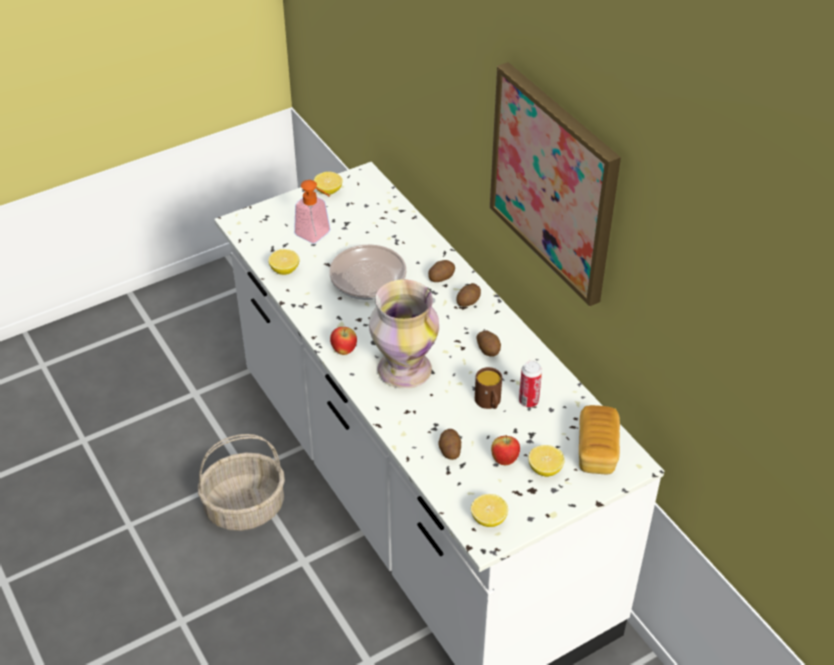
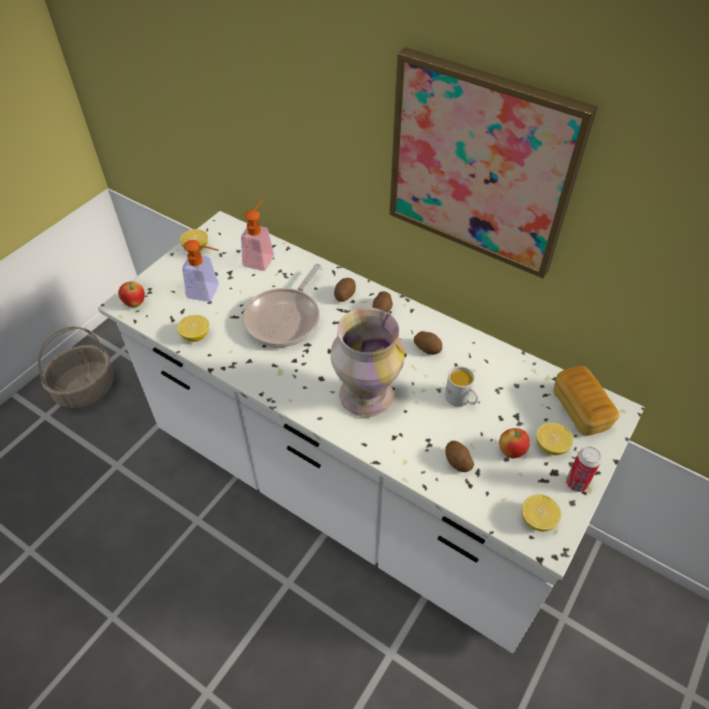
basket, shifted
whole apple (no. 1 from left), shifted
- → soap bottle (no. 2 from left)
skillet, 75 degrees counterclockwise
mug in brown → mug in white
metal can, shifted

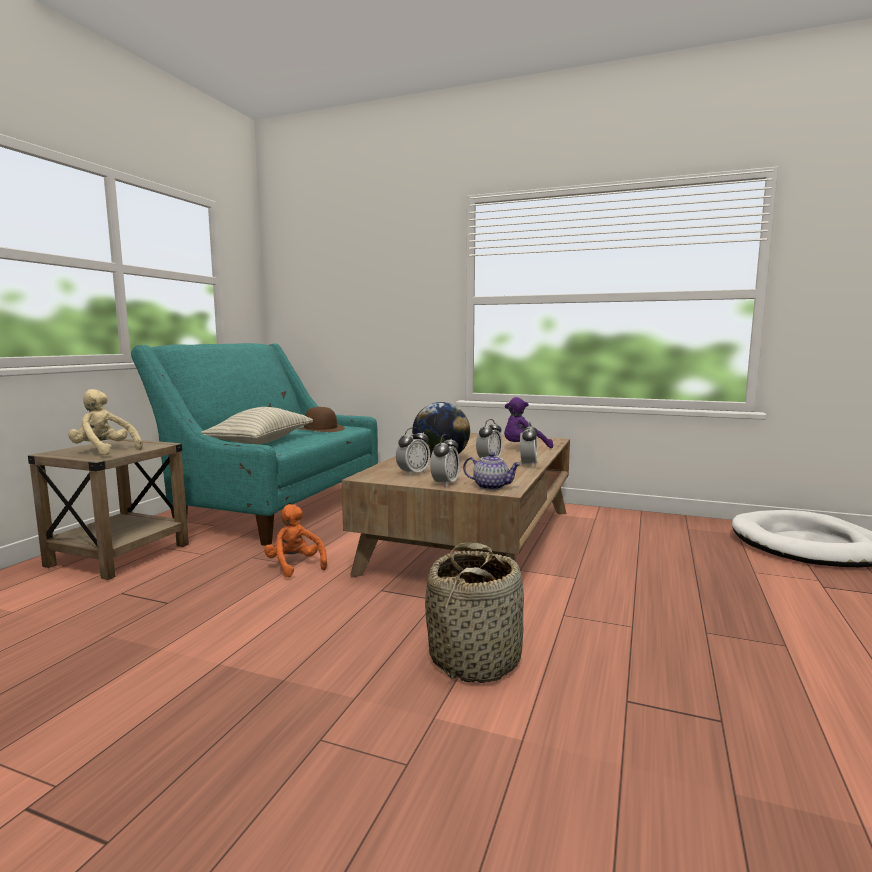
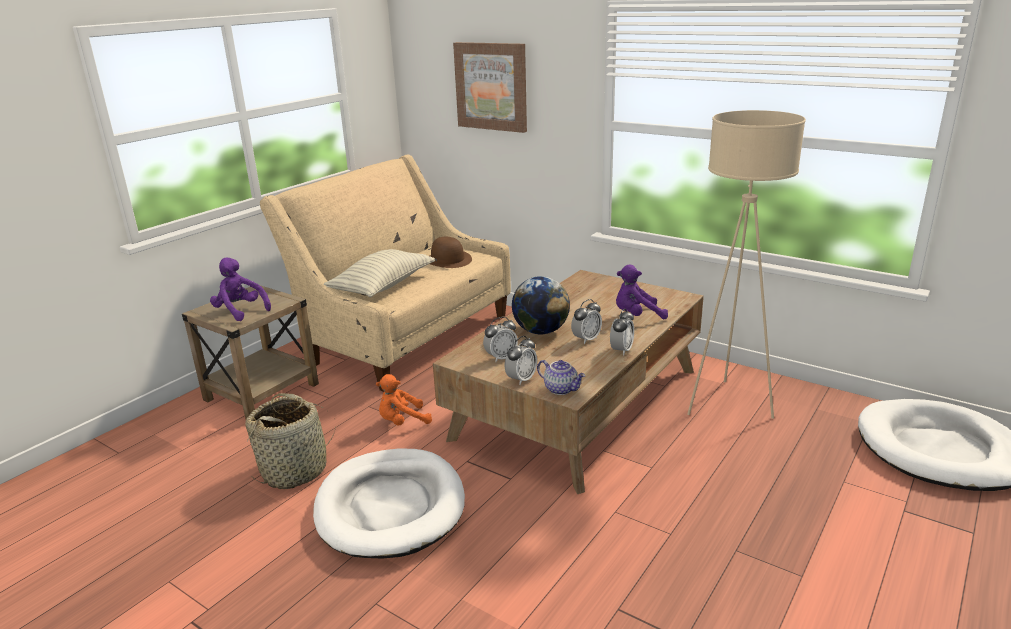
cuddly toy in beige → cuddly toy in purple-coloured (no. 1 from left)
basket, shifted
settee in turquoise-coloured → settee in beige
- → pet bed in white (no. 1 from left)
cuddly toy in orange, 90 degrees counterclockwise
- → picture
- → standing lamp in beige

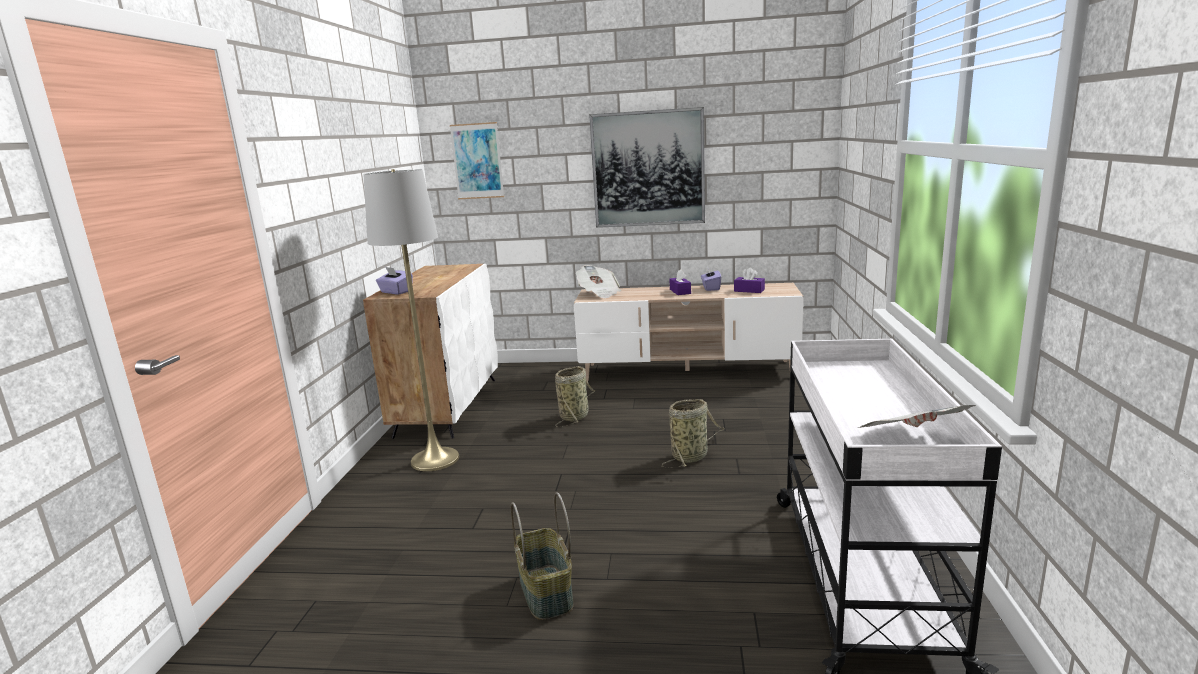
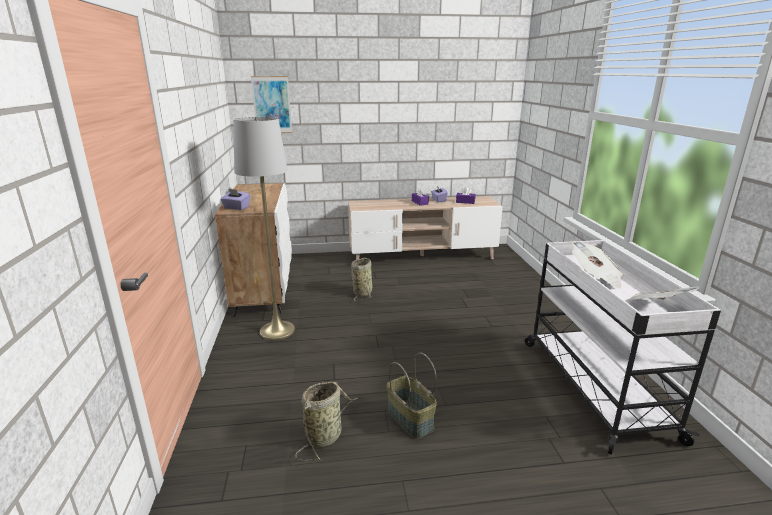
basket (no. 3 from left in the first image) → basket (no. 1 from left), shifted
daily paper (no. 1 from left), shifted
picture (no. 2 from left) → -

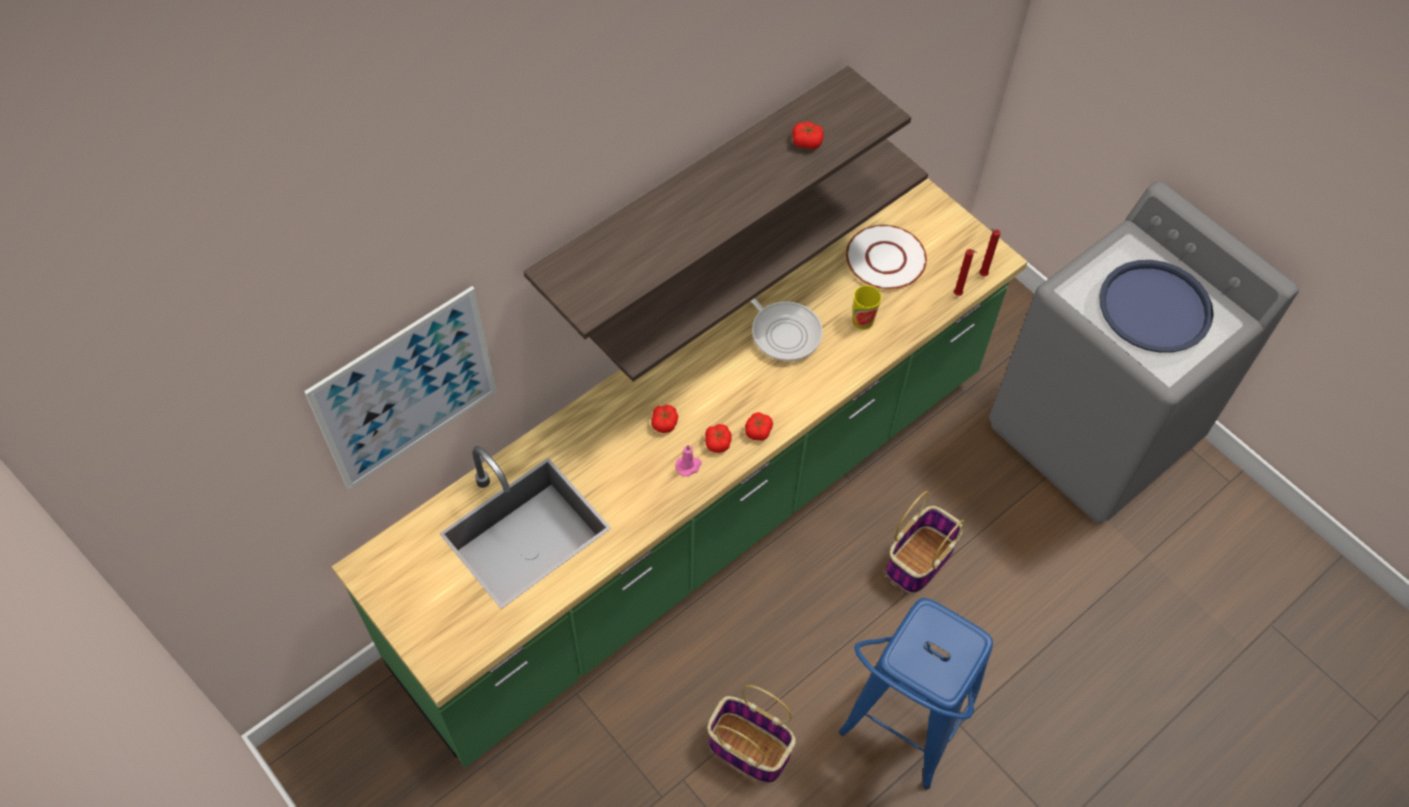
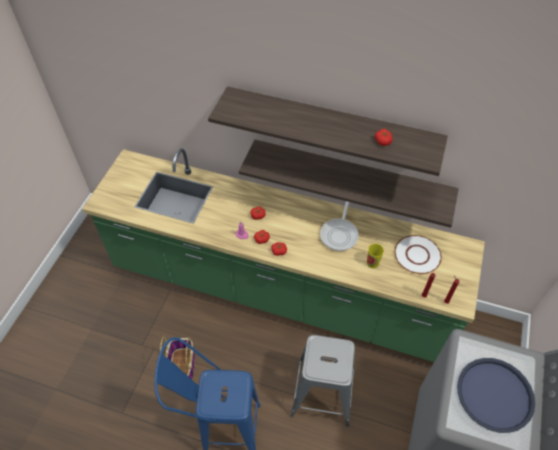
basket (no. 2 from left) → sitting stool in gray
picture → -

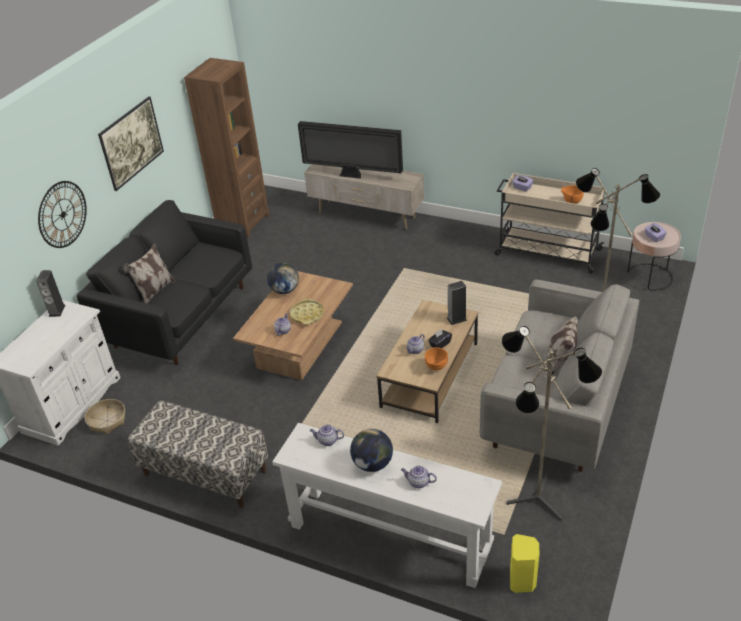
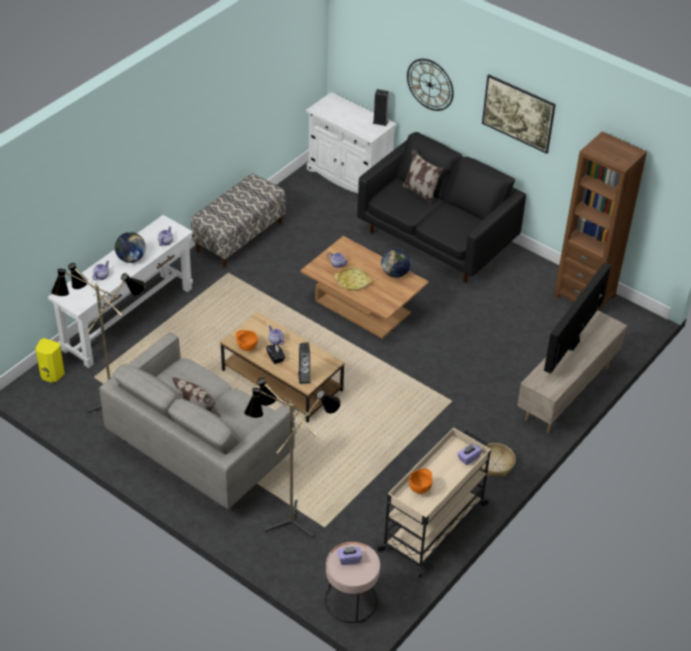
basket, shifted

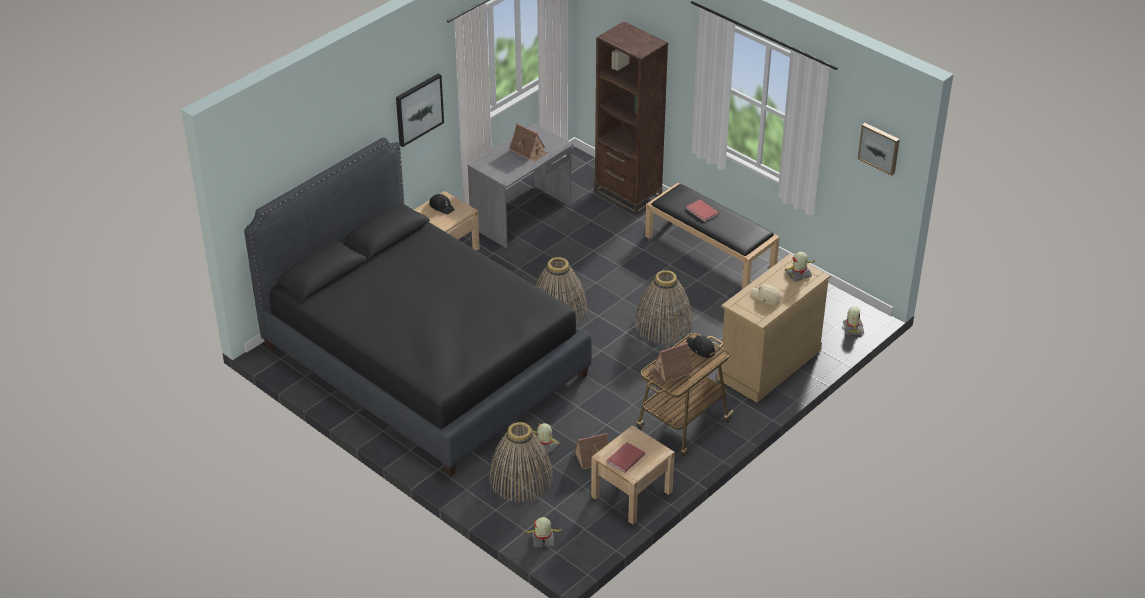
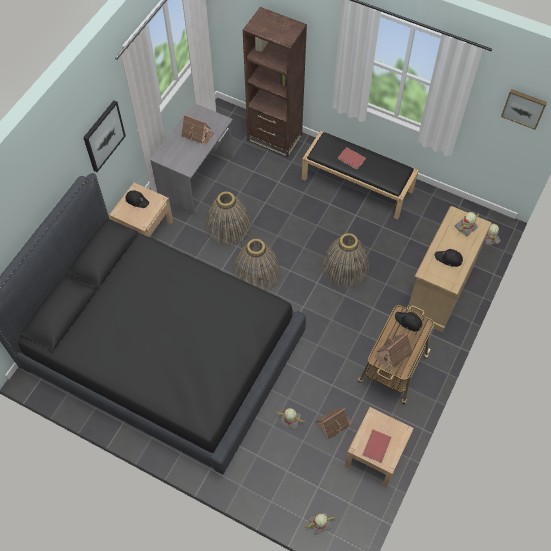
basket (no. 1 from left), shifted
cap in beige → cap in black-coloured (no. 3 from left)

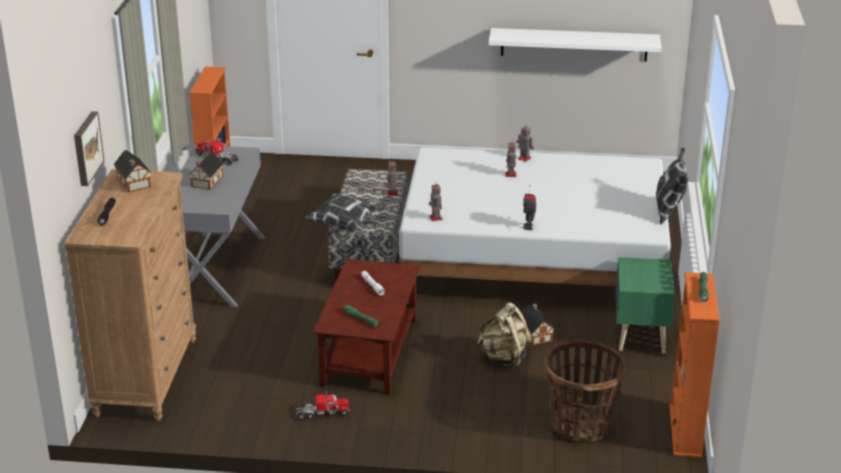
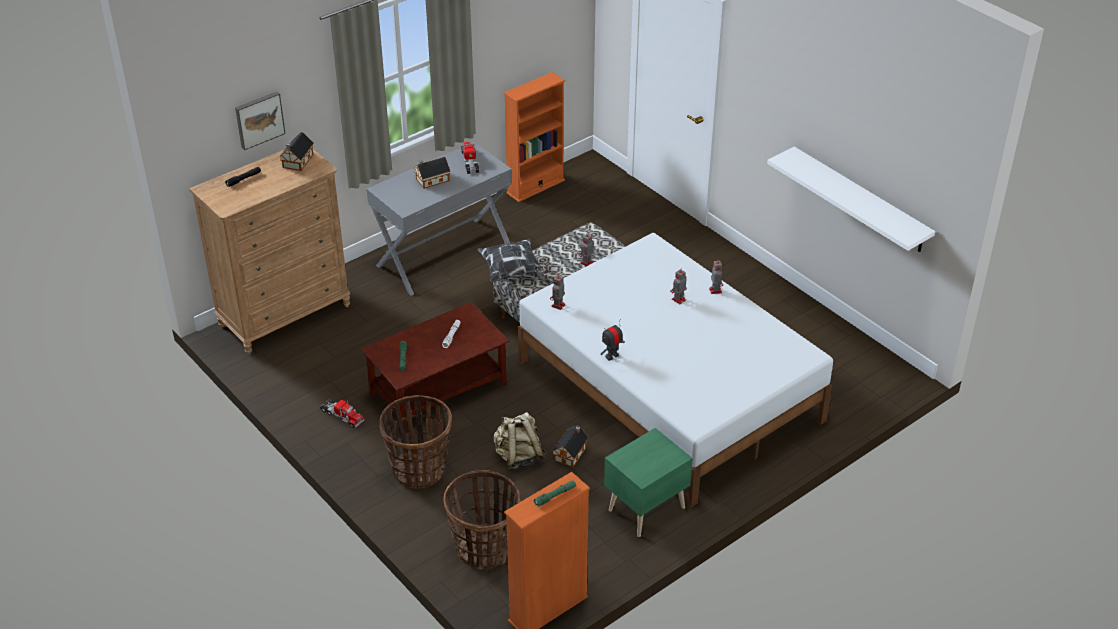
- → basket (no. 1 from left)
throw pillow (no. 2 from left) → -

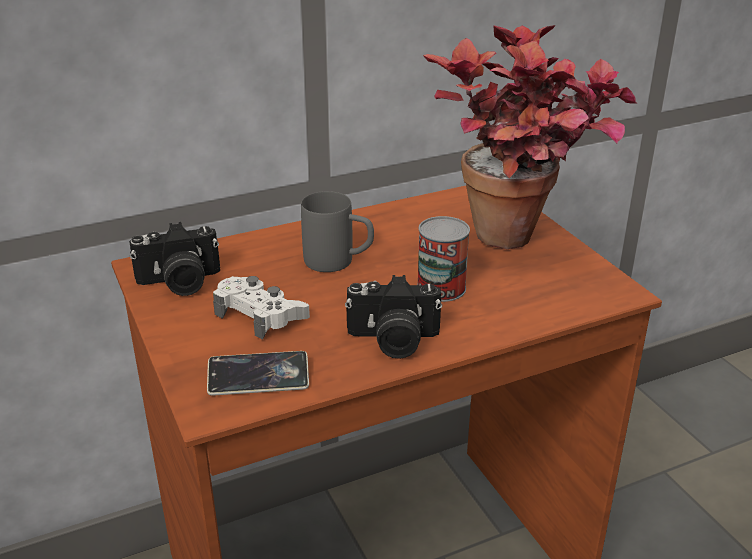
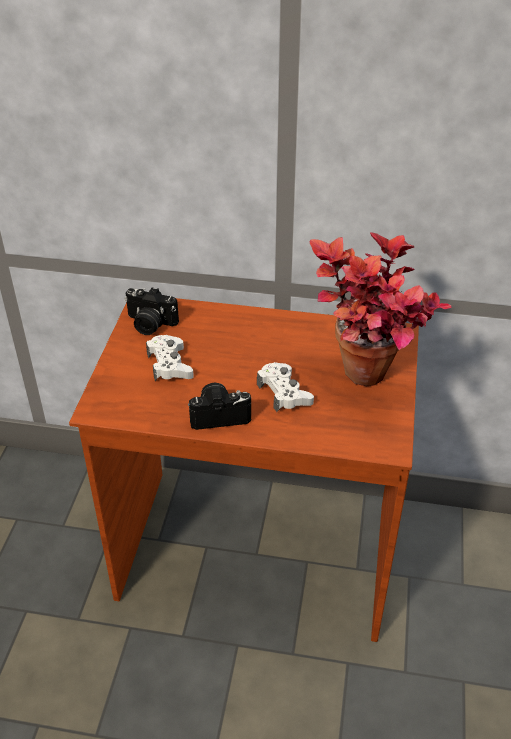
photo camera (no. 2 from left), 135 degrees clockwise
metal can → joypad in white (no. 2 from left)
telephone → -
mug in gray → -

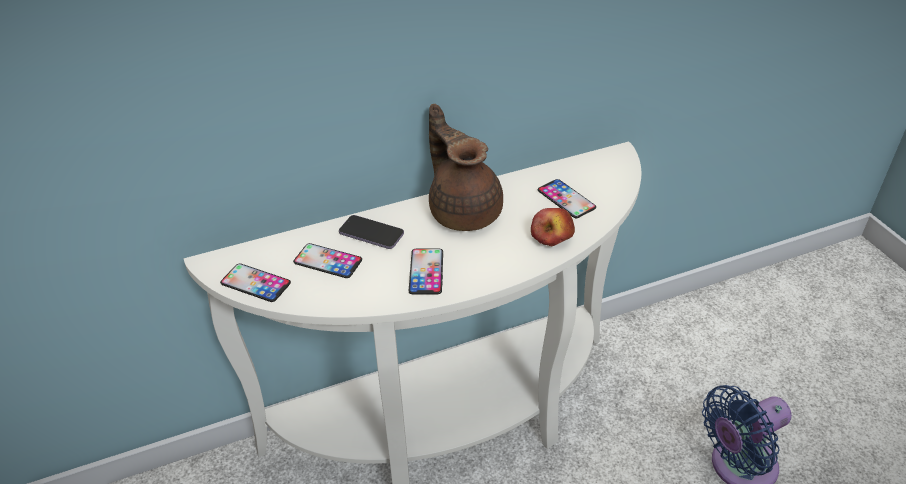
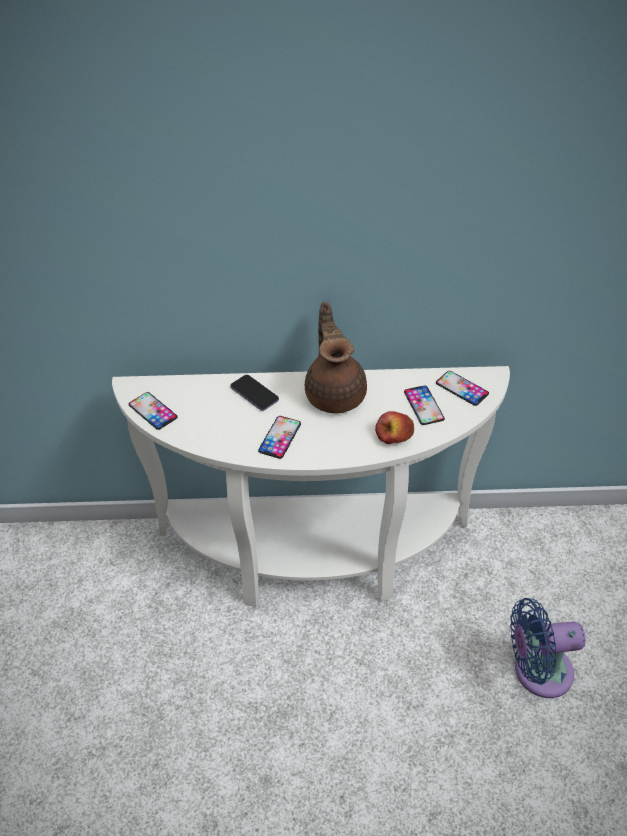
telephone (no. 2 from left in the first image) → telephone (no. 5 from left), shifted

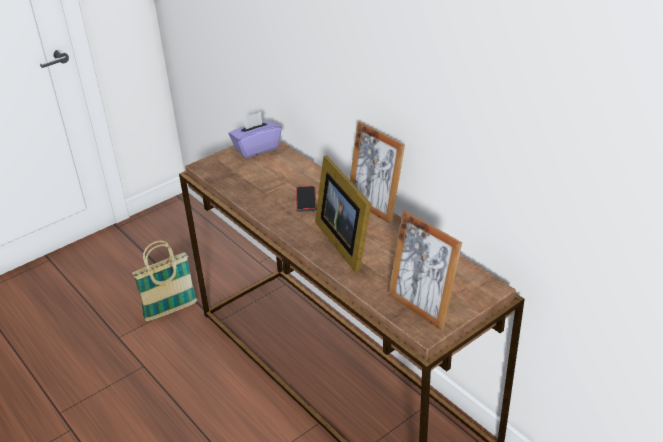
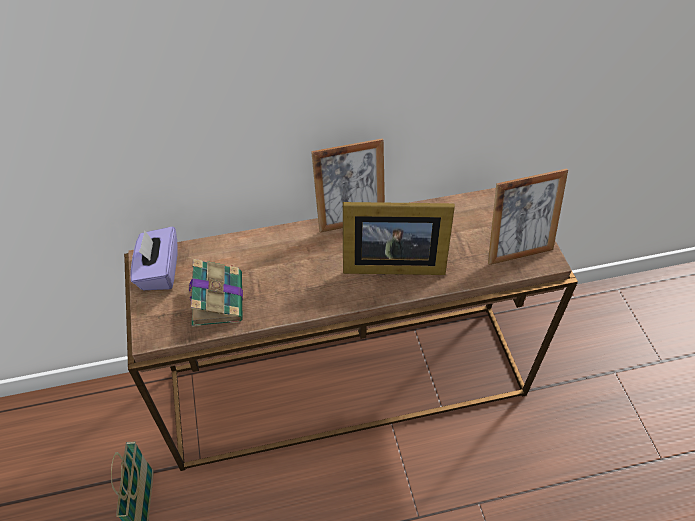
- → volume
telephone → -

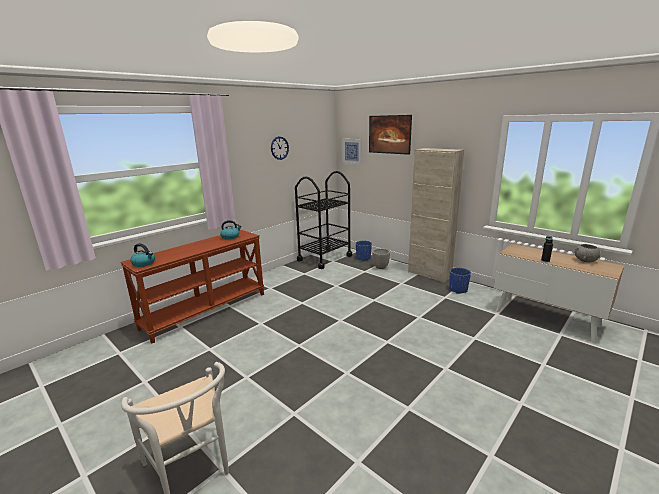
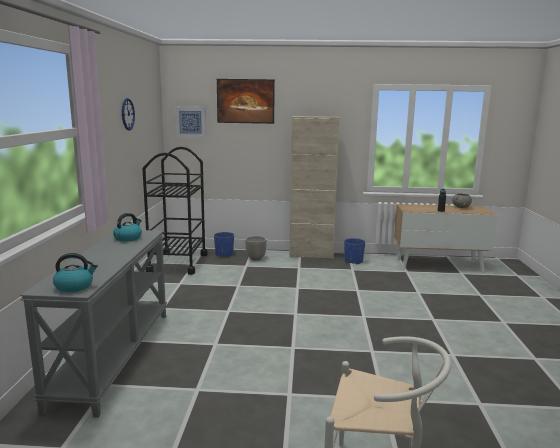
narrow table in brown → narrow table in gray

